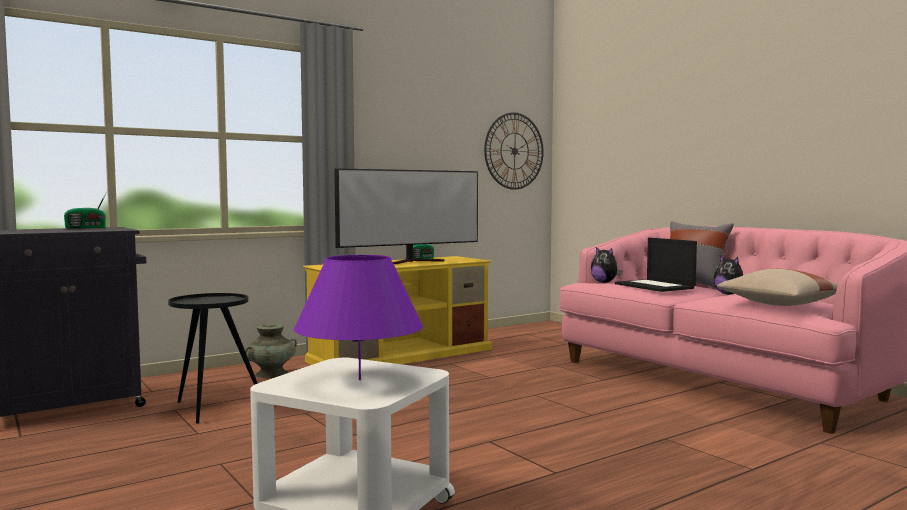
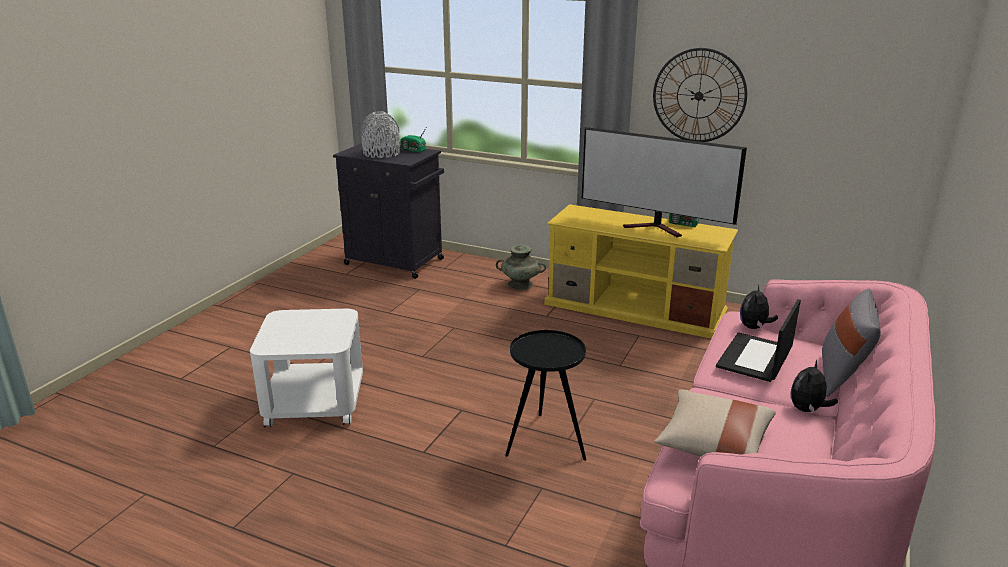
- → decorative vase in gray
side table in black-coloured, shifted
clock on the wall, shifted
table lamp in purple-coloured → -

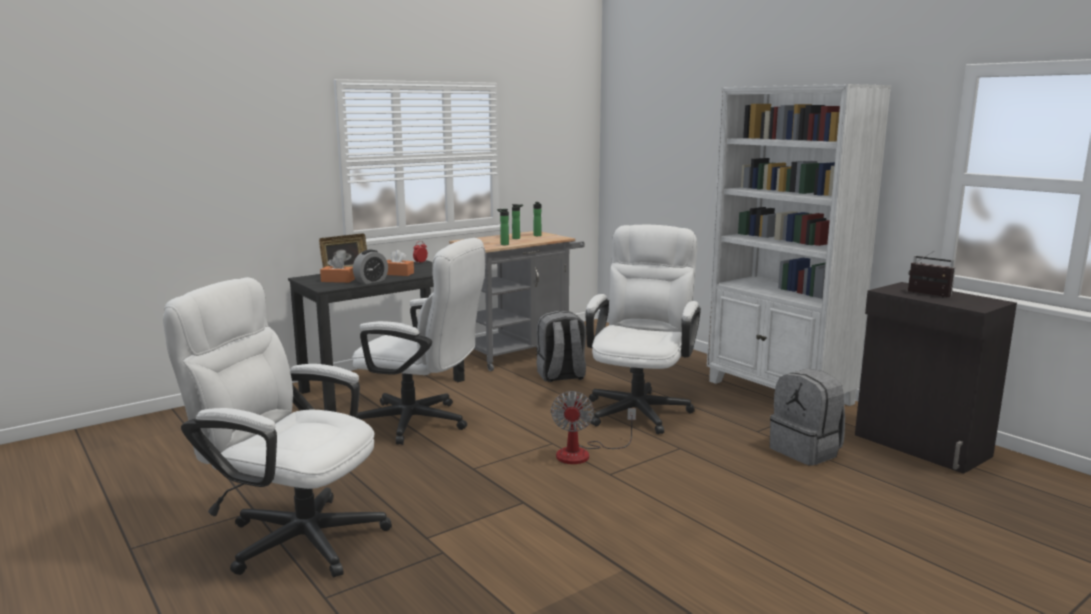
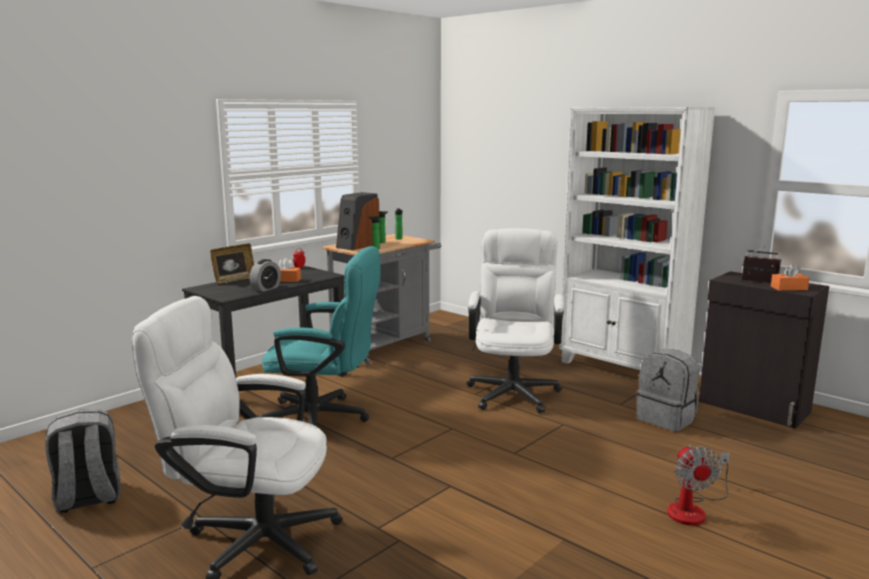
rucksack in gray (no. 1 from left), shifted
computer chair in white (no. 2 from left) → computer chair in turquoise-coloured
- → audio speaker
fan, shifted
tissue holder in orange (no. 1 from left in the first image) → tissue holder in orange (no. 2 from left), shifted

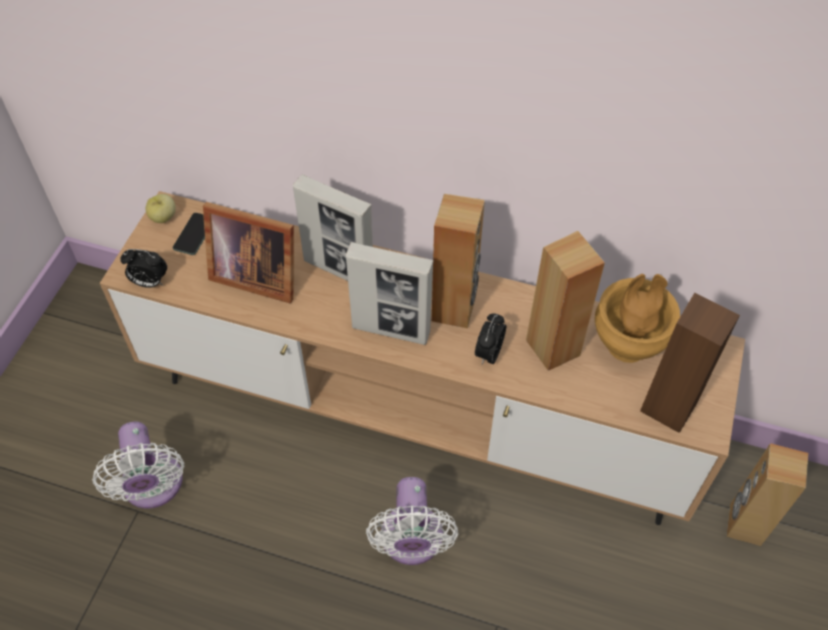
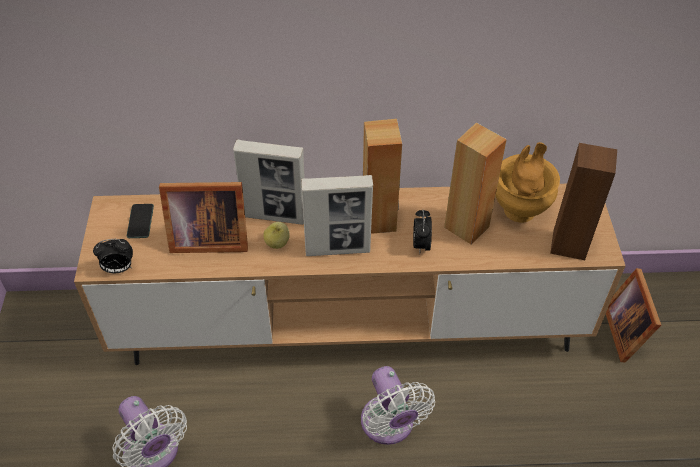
whole apple, shifted
audio speaker in brown (no. 4 from left) → standing frame (no. 4 from left)

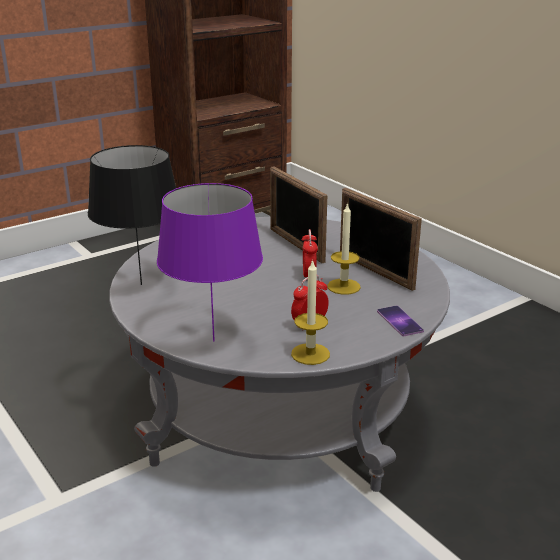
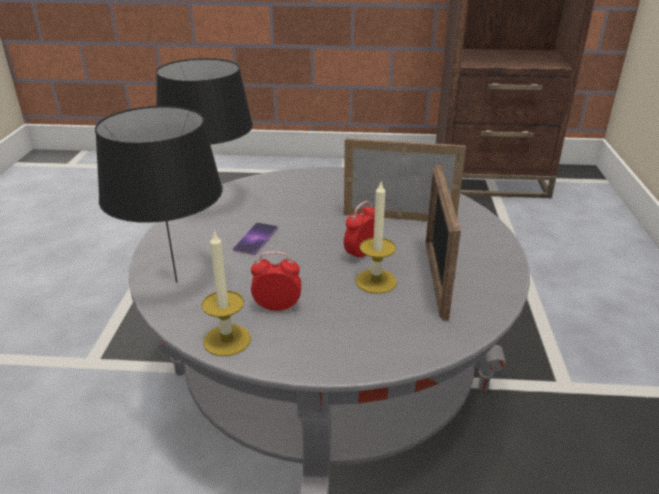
table lamp in purple-coloured → table lamp in black-coloured (no. 1 from left)
telephone, shifted
standing frame (no. 1 from left), 90 degrees clockwise

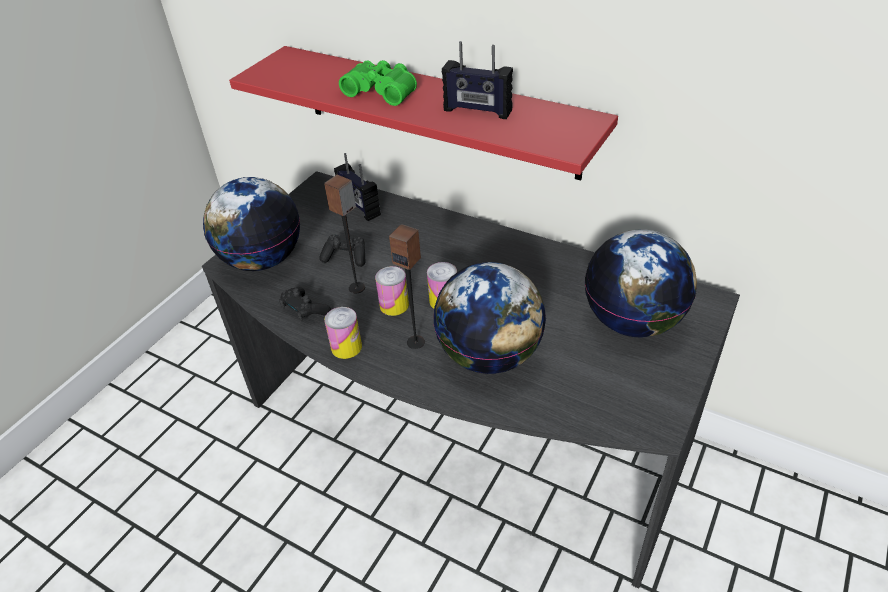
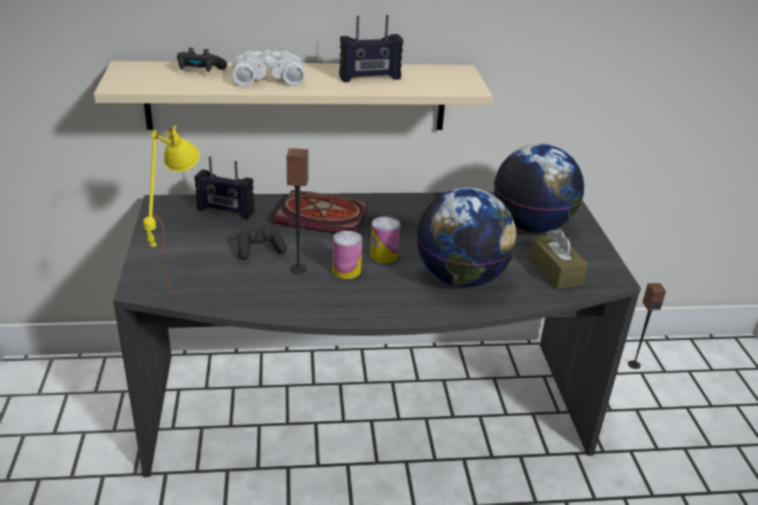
shelf in red-coloured → shelf in beige
world globe (no. 1 from left) → table lamp in yellow-coloured
joypad in black-coloured (no. 1 from left), shifted
binoculars in green-coloured → binoculars in white
- → volume
- → tissue holder in brown
audio speaker (no. 2 from left), shifted
metal can (no. 1 from left) → -

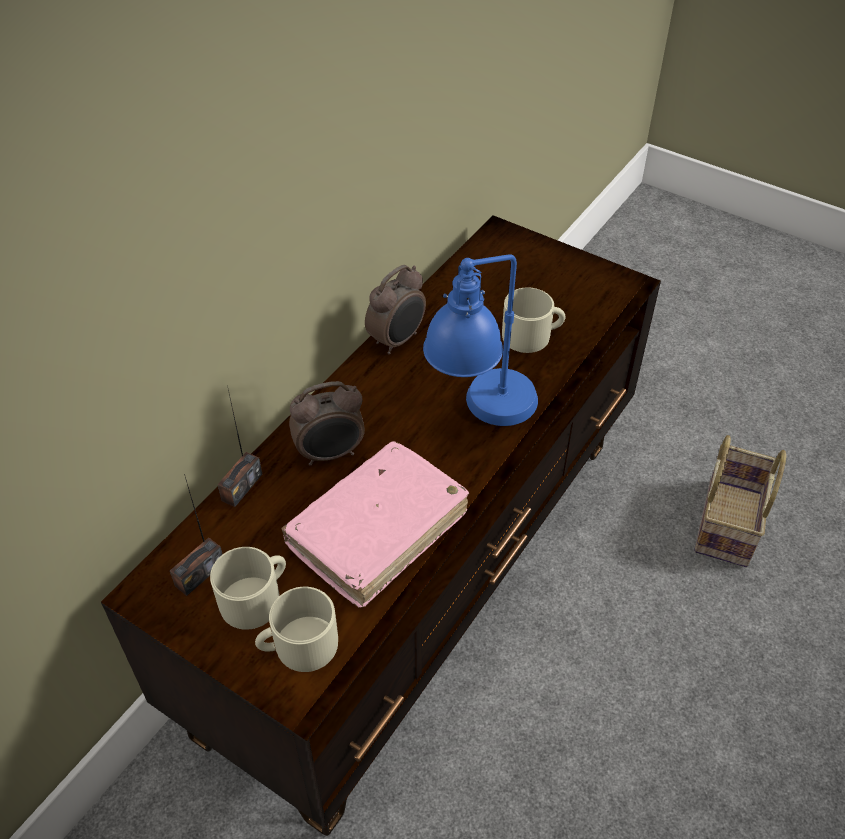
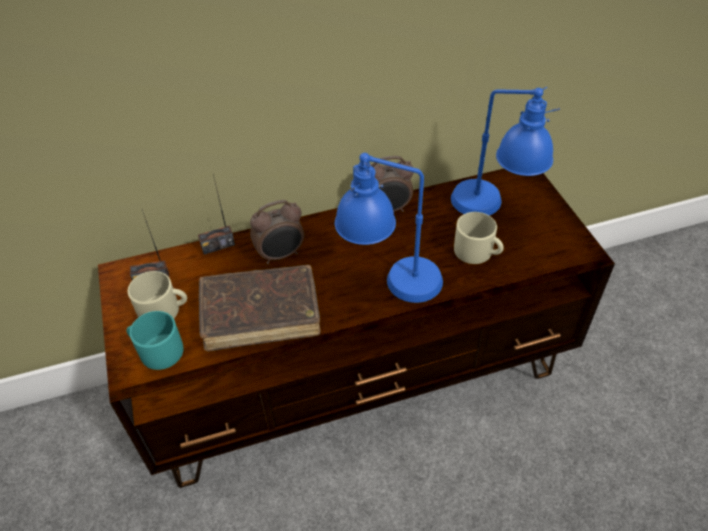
mug in beige (no. 2 from left) → mug in turquoise-coloured
volume in pinkish → volume in brown
table clock (no. 1 from left), 45 degrees counterclockwise
- → table lamp in blue-coloured (no. 2 from left)
basket → -

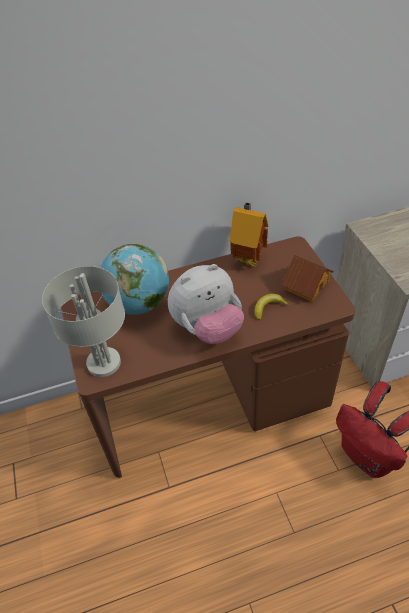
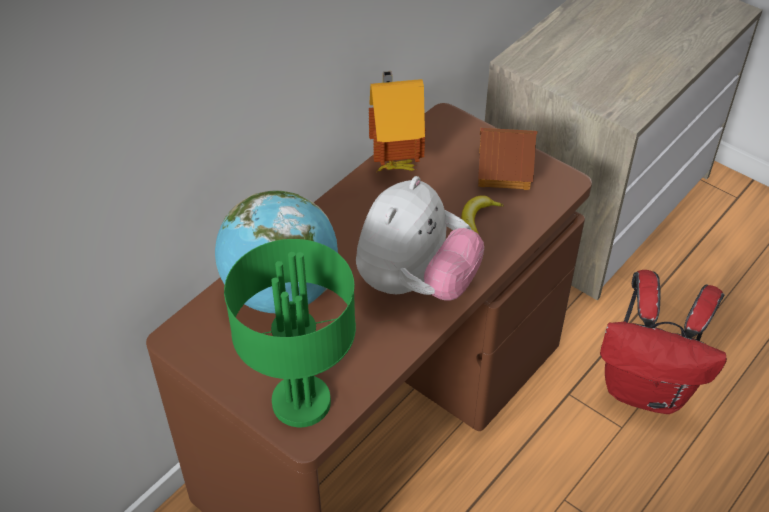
table lamp in gray → table lamp in green-coloured

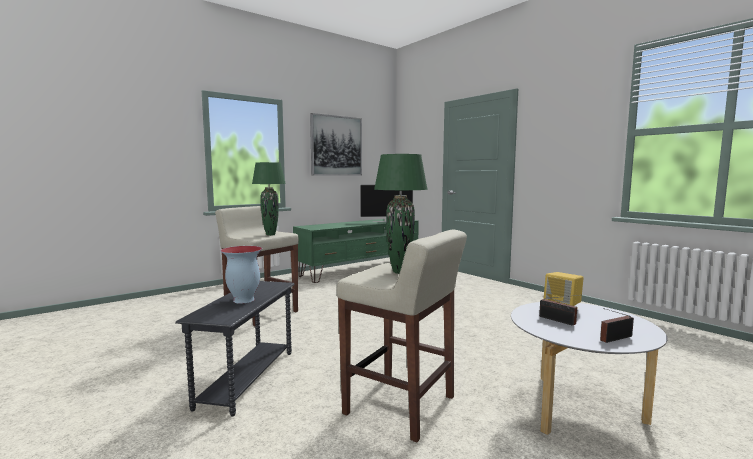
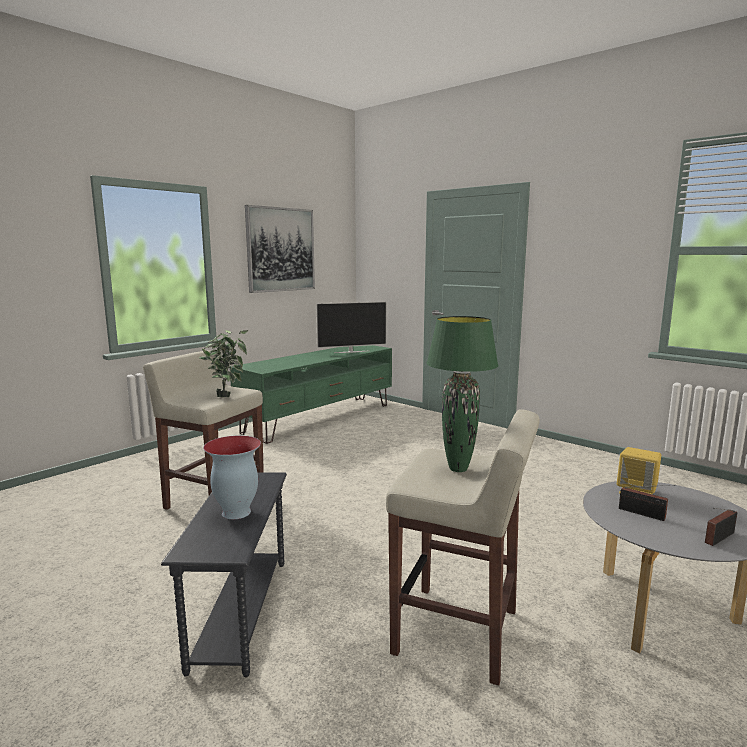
table lamp in green-coloured (no. 1 from left) → plant in a pot

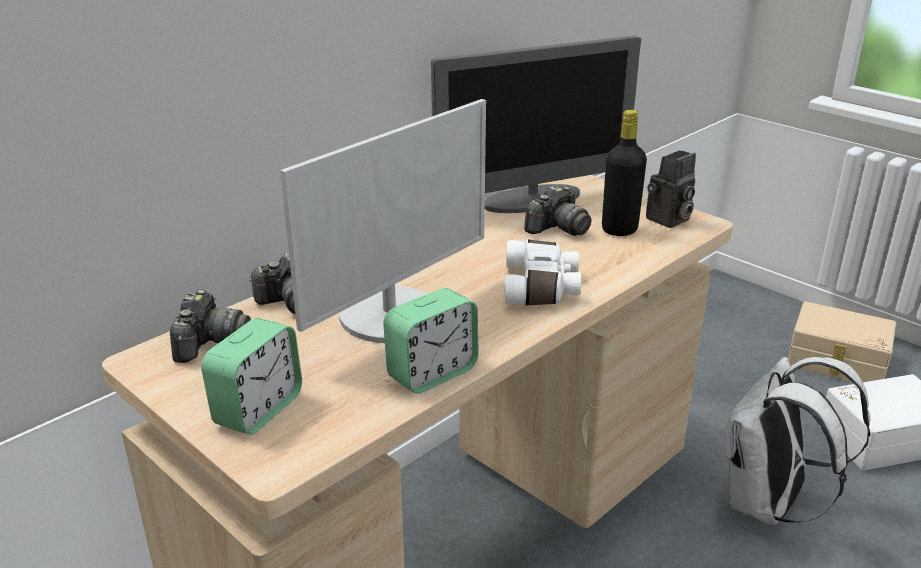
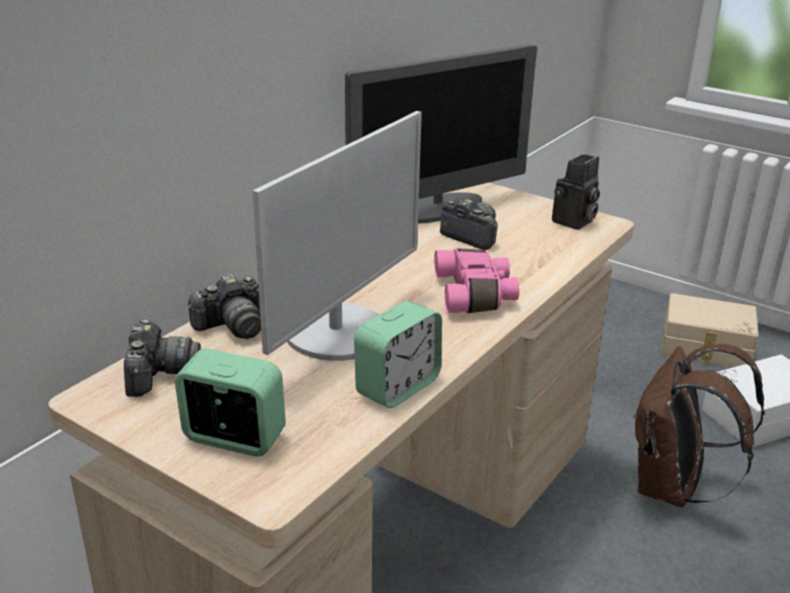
table clock (no. 1 from left), 90 degrees counterclockwise
binoculars in white → binoculars in pinkish
photo camera (no. 3 from left), 90 degrees counterclockwise
rucksack in white → rucksack in brown
drink bottle in black-coloured → -

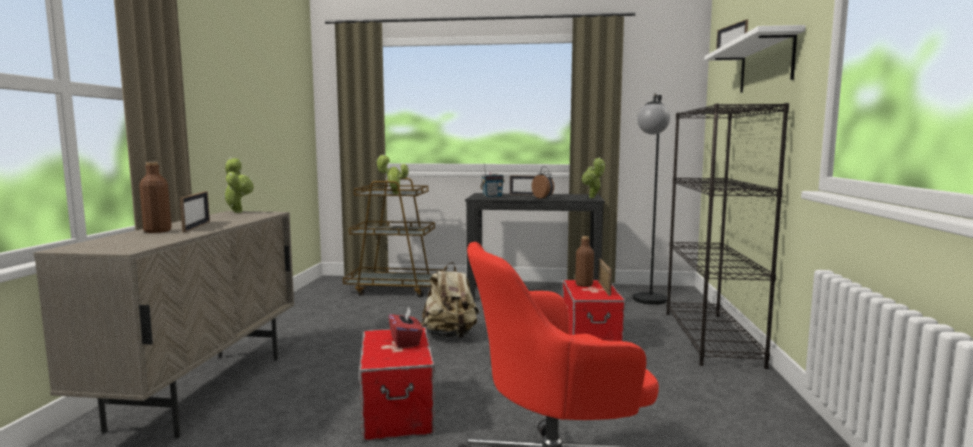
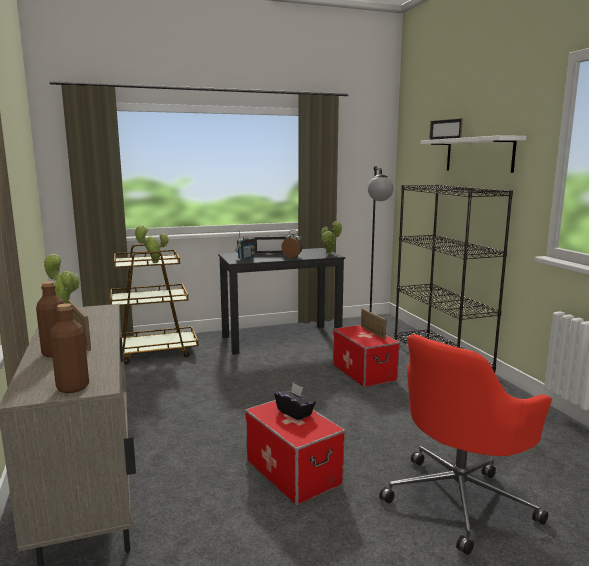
drink bottle in brown (no. 2 from left), shifted
tissue holder in red-coloured → tissue holder in black-coloured
rucksack in beige → -

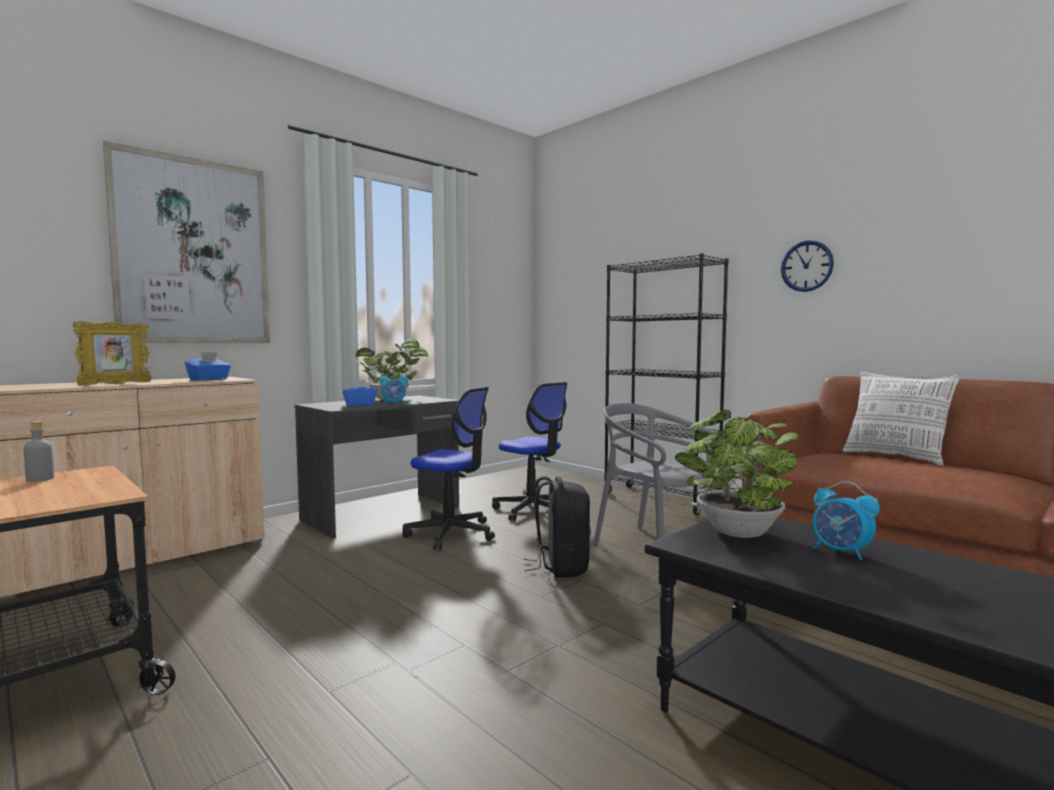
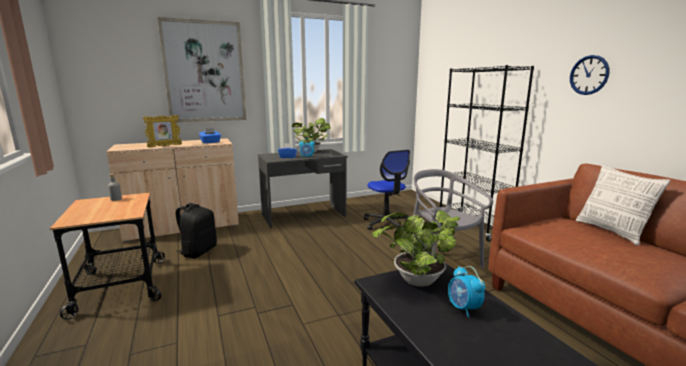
rucksack in black-coloured, shifted
computer chair (no. 1 from left) → -

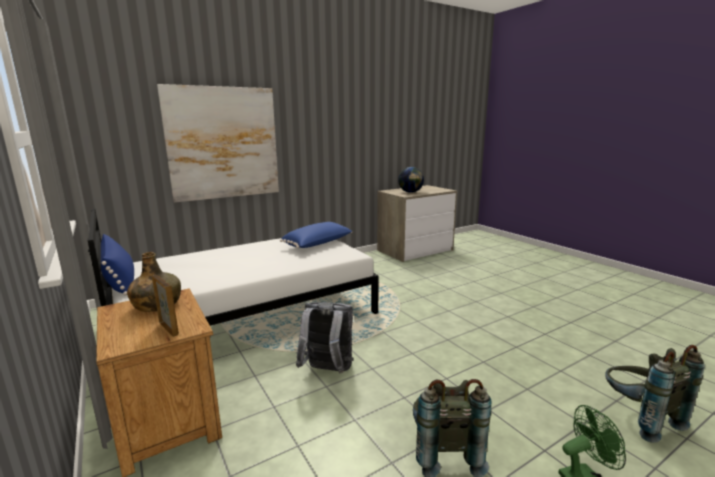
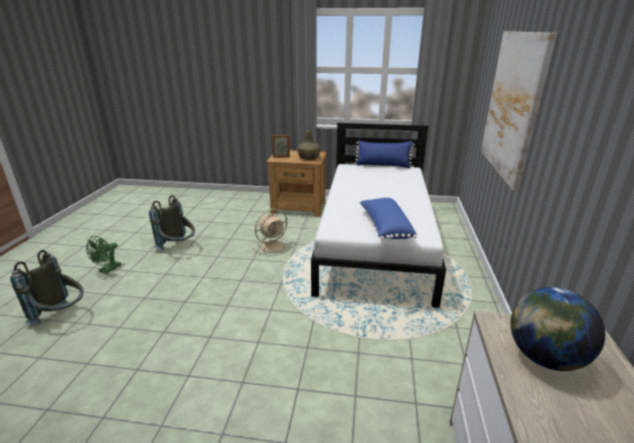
rucksack in gray (no. 1 from left) → fan in beige

